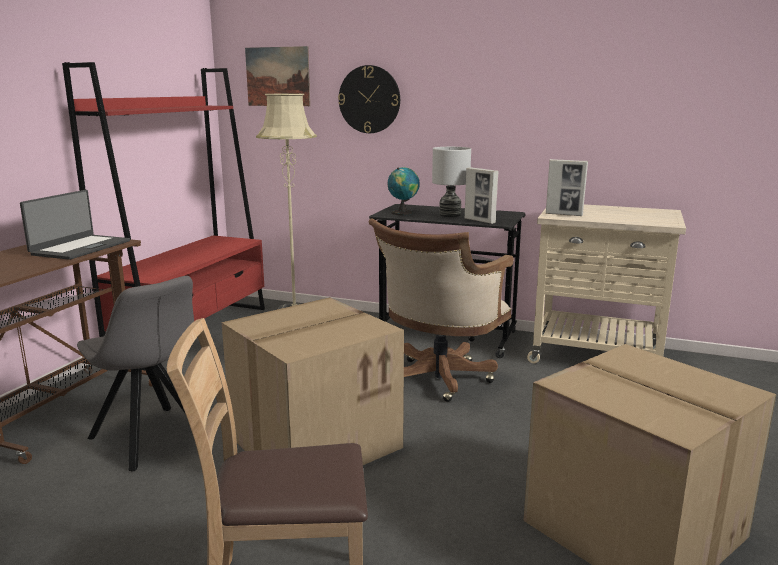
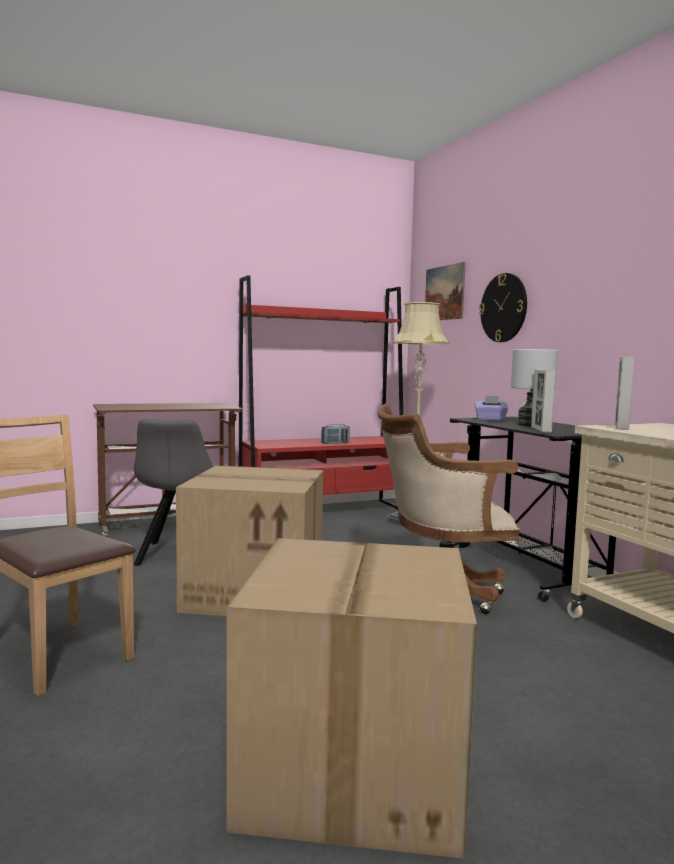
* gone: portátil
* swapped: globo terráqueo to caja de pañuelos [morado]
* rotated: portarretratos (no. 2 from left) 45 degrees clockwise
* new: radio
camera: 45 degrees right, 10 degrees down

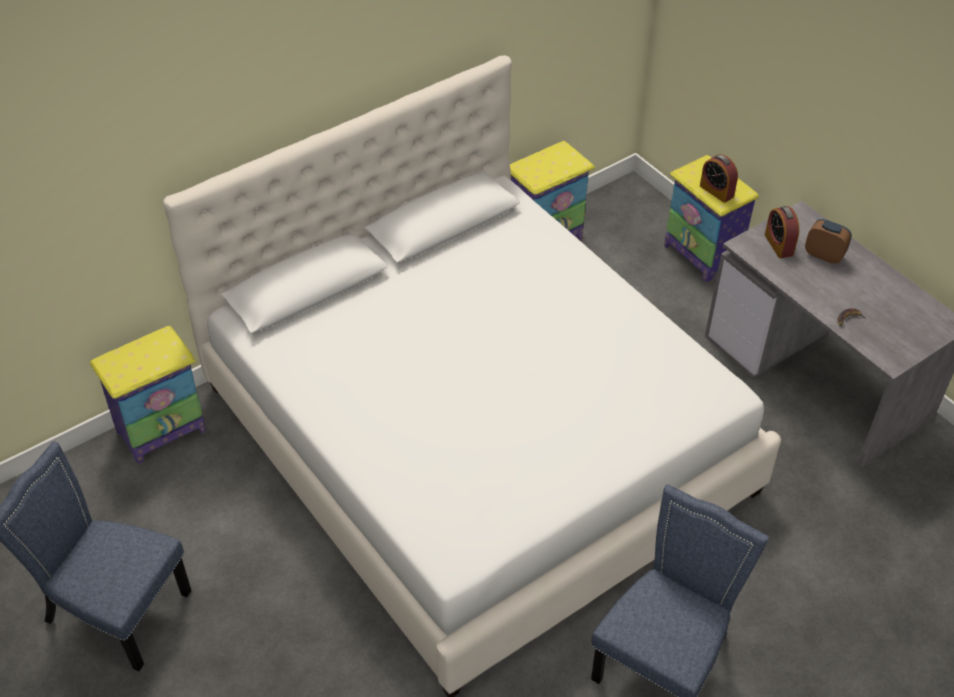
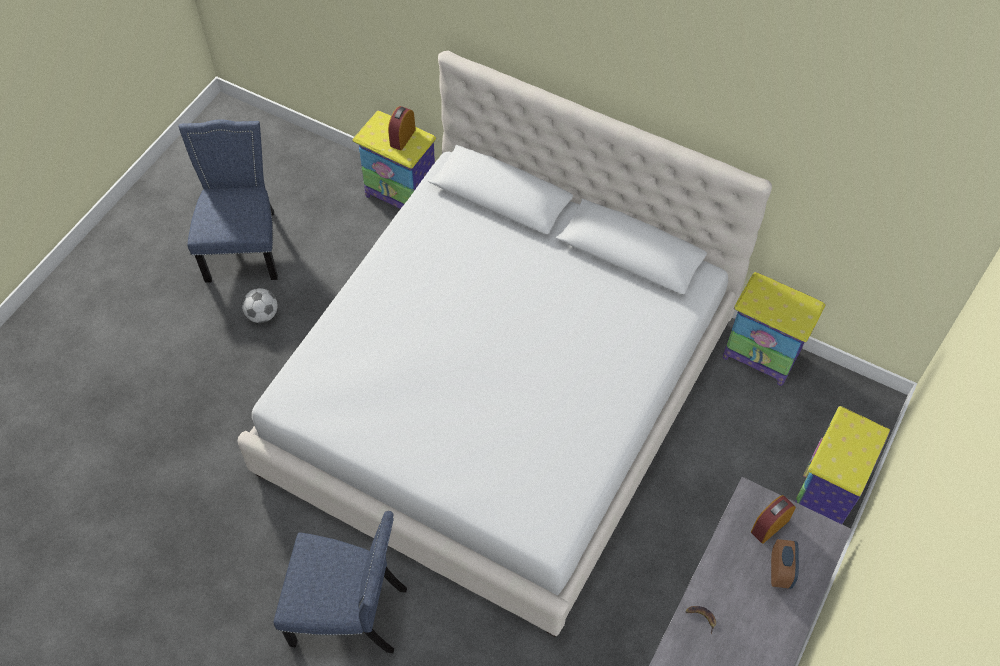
* shifted: despertador (no. 1 from left)
* new: balón de fútbol
camera: 65 degrees right, 10 degrees up

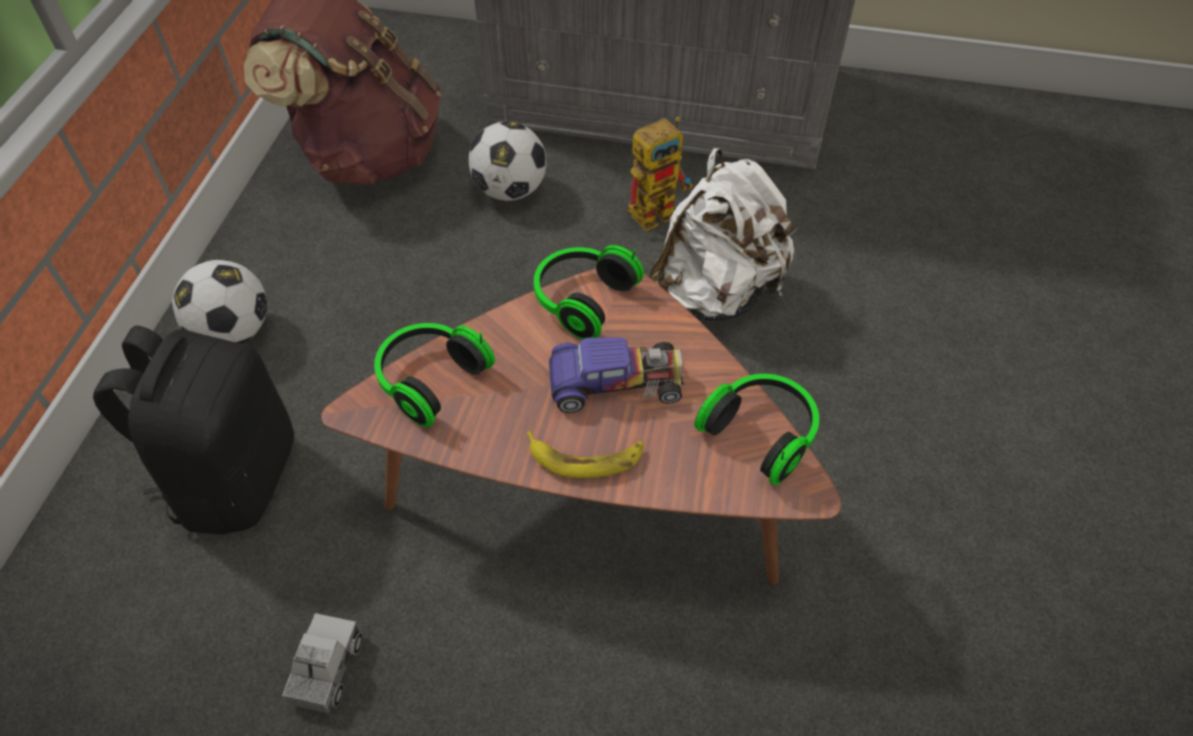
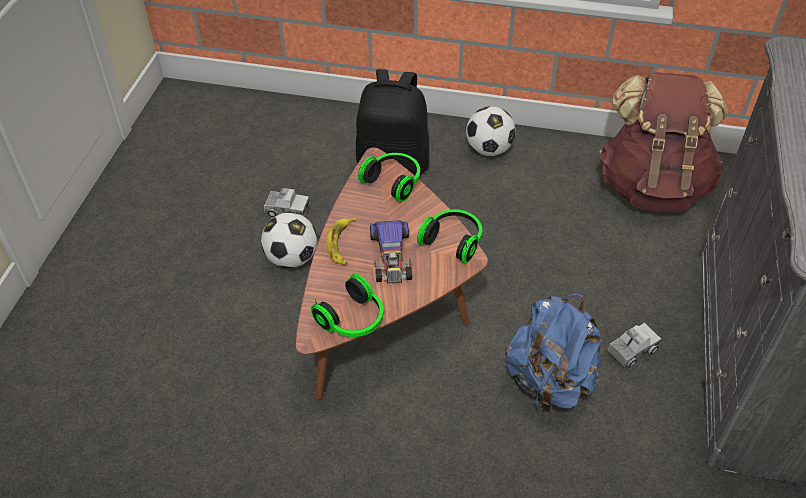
* shifted: balón de fútbol (no. 2 from left in the first image) to balón de fútbol (no. 1 from left)
* swapped: robot de juguete to camión de juguete (no. 2 from left)
* repainted: mochila [blanco] to mochila [azul]
camera: 90 degrees right, 5 degrees down

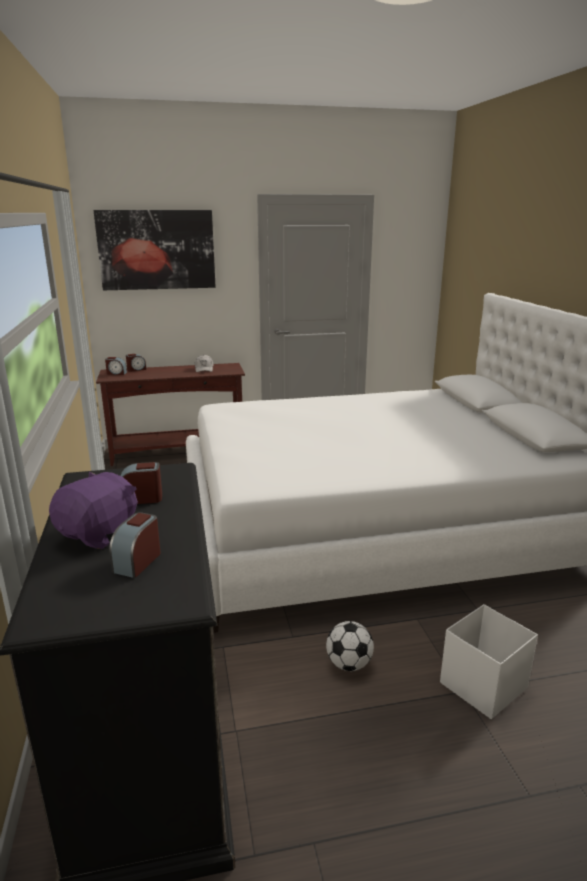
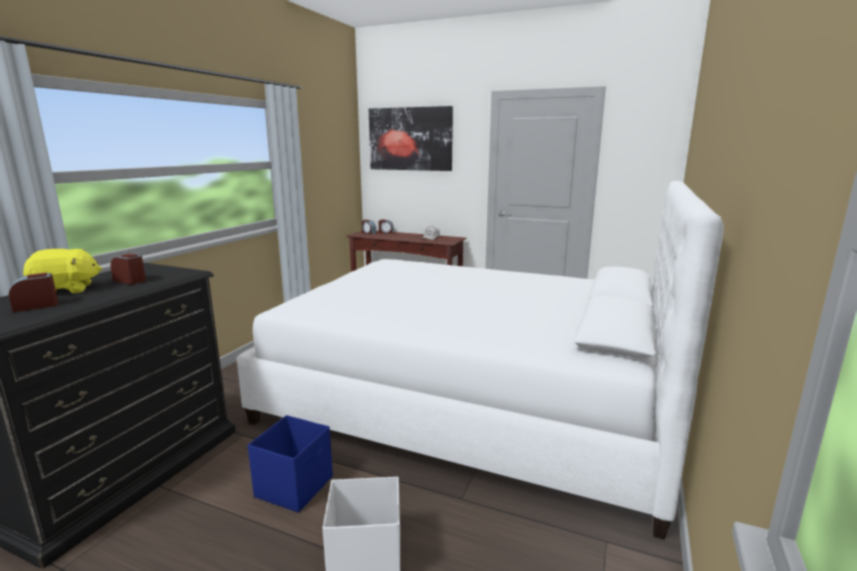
* repainted: peluche [morado] to peluche [amarillo]
* swapped: balón de fútbol to caja de almacenaje [azul]
camera: 35 degrees right, 5 degrees down

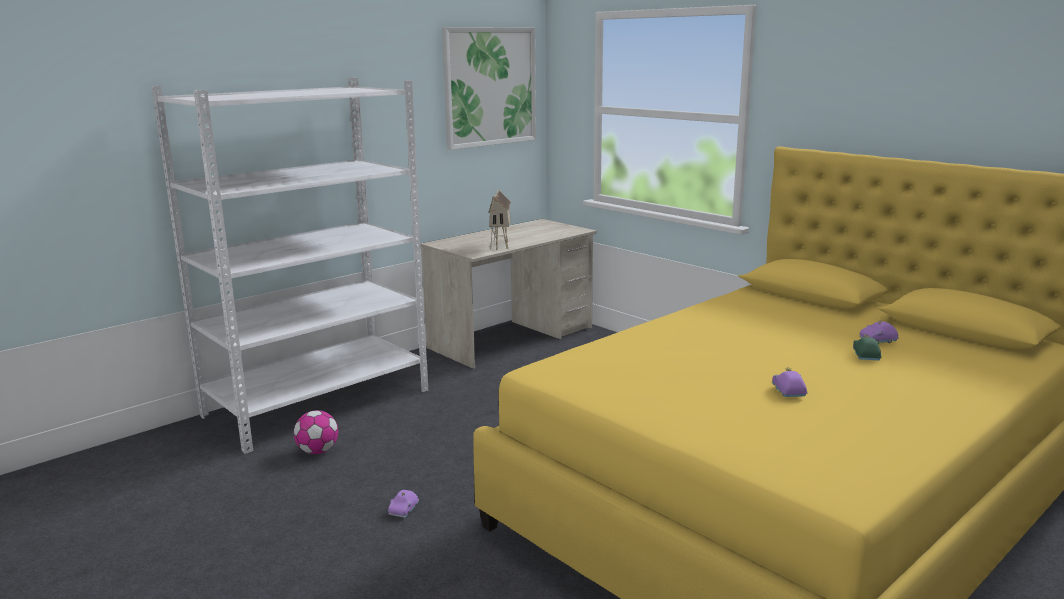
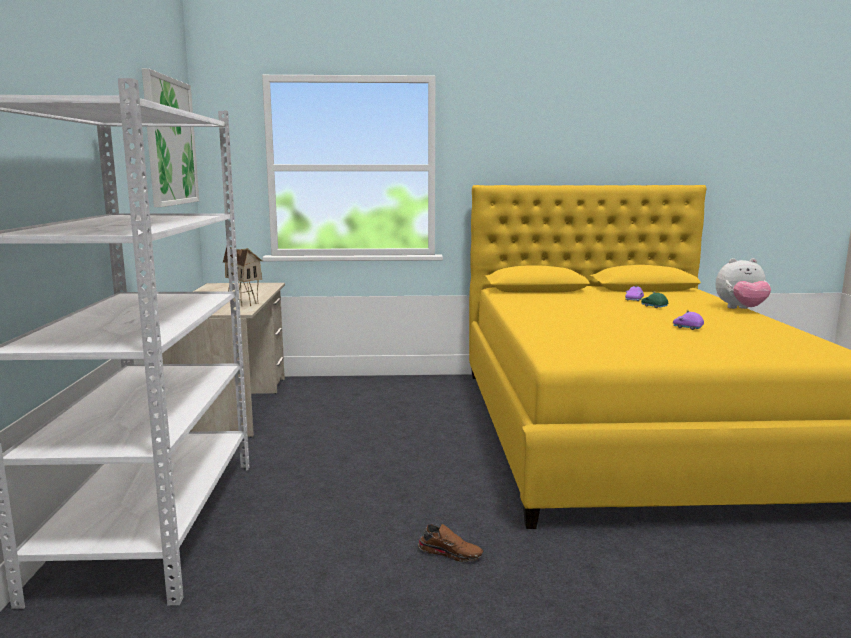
* gone: balón de fútbol
* swapped: coche de juguete [morado] (no. 1 from left) to zapato [marrón]
* new: peluche
camera: 50 degrees left, 5 degrees down

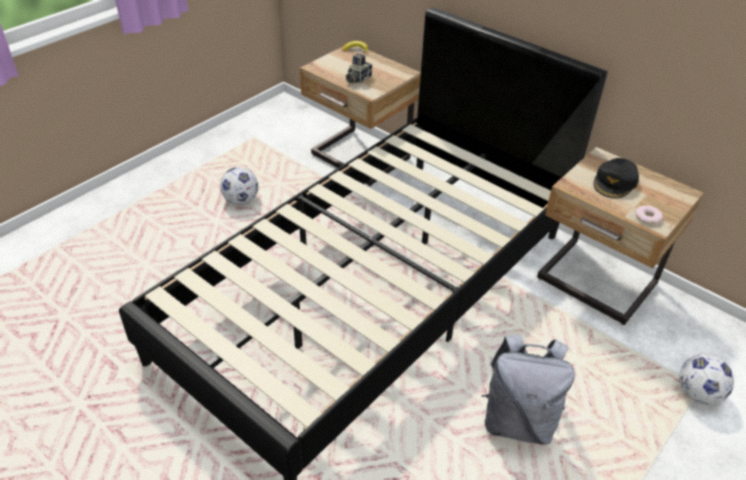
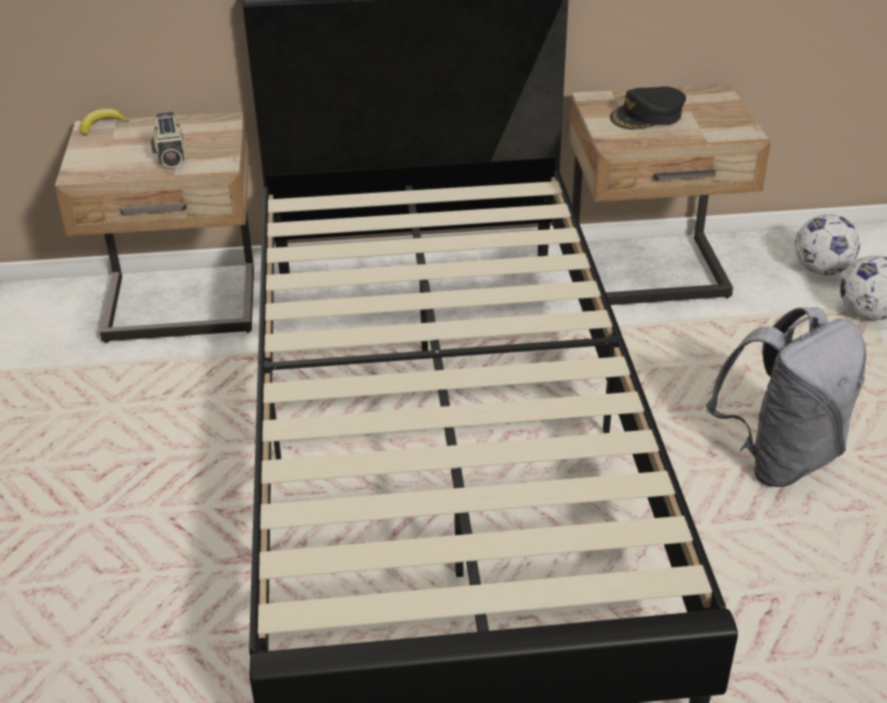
* shifted: balón de fútbol (no. 1 from left)
* rotated: gorra [negro] 75 degrees clockwise
* gone: rosquilla
camera: 45 degrees left, 5 degrees down

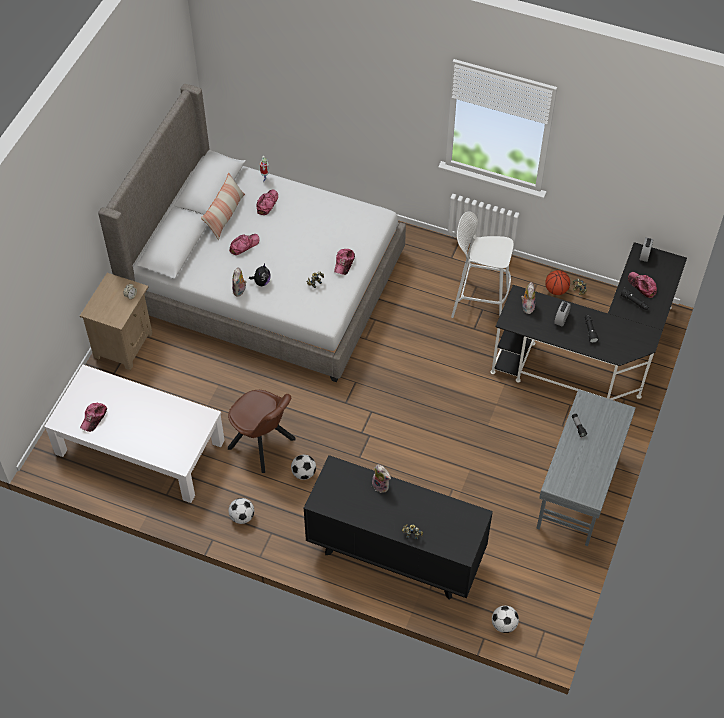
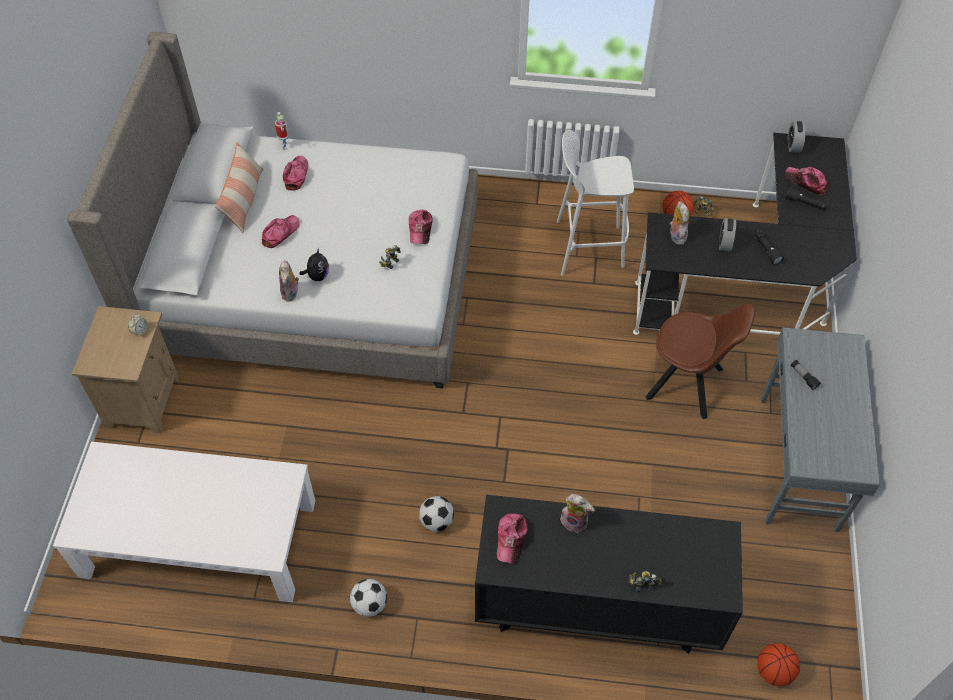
* shifted: gorra (no. 1 from left in the first image) to gorra (no. 4 from left)
* shifted: silla [marrón]
* swapped: balón de fútbol (no. 3 from left) to balón de baloncesto (no. 2 from left)
camera: 15 degrees left, 0 degrees up

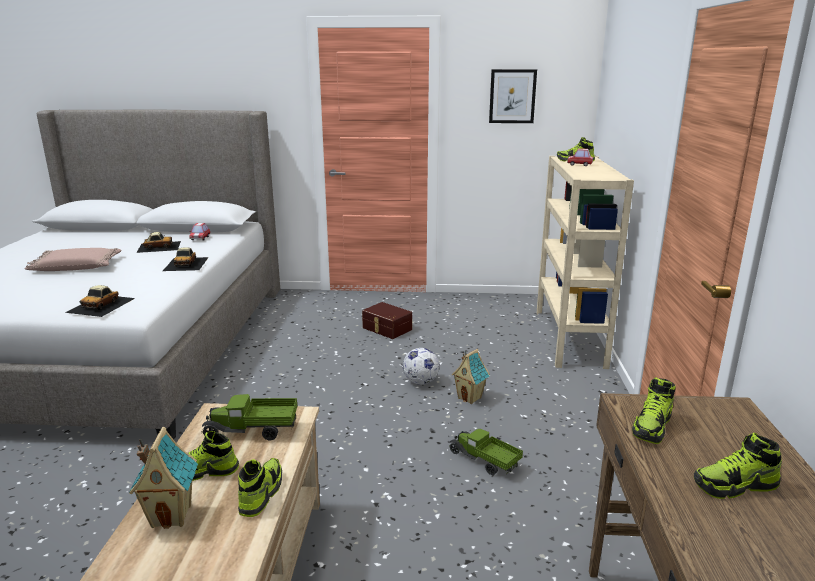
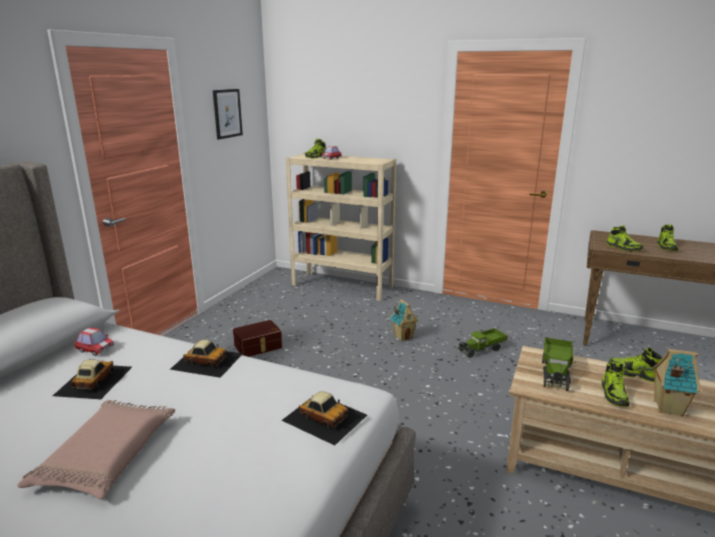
* gone: balón de fútbol
camera: 70 degrees left, 0 degrees up

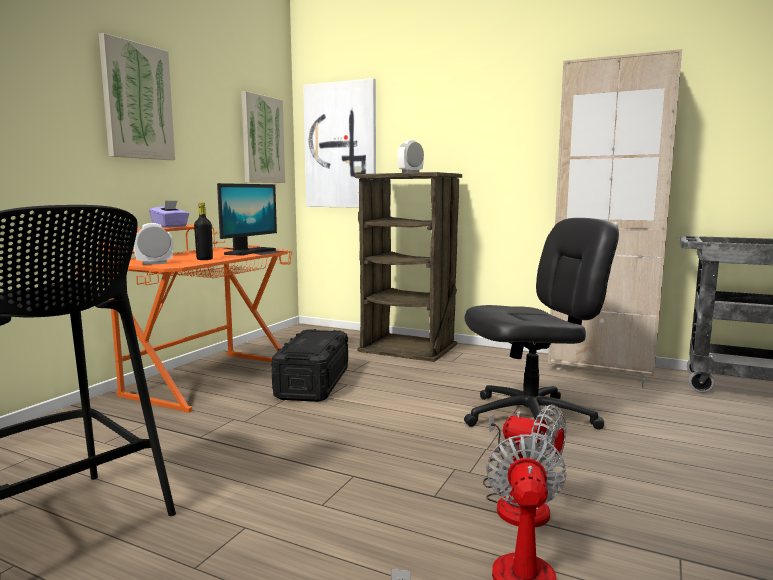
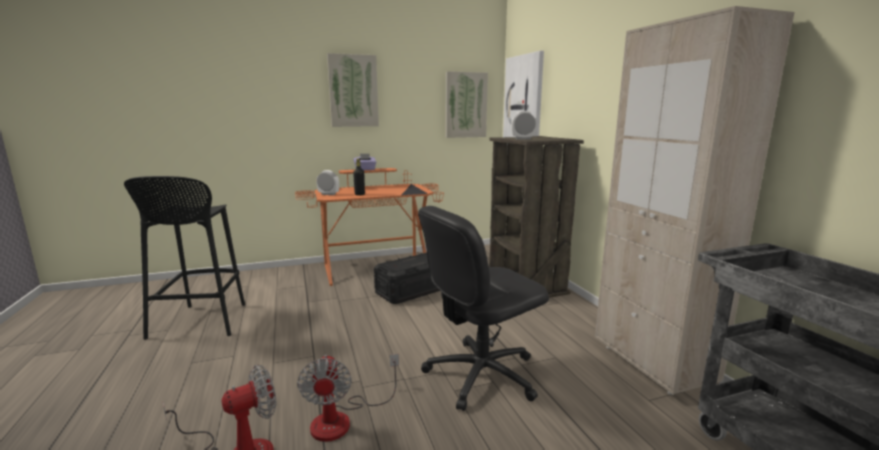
* gone: monitor
* rotated: silla de oficina [negro] 120 degrees clockwise
camera: 45 degrees right, 5 degrees up

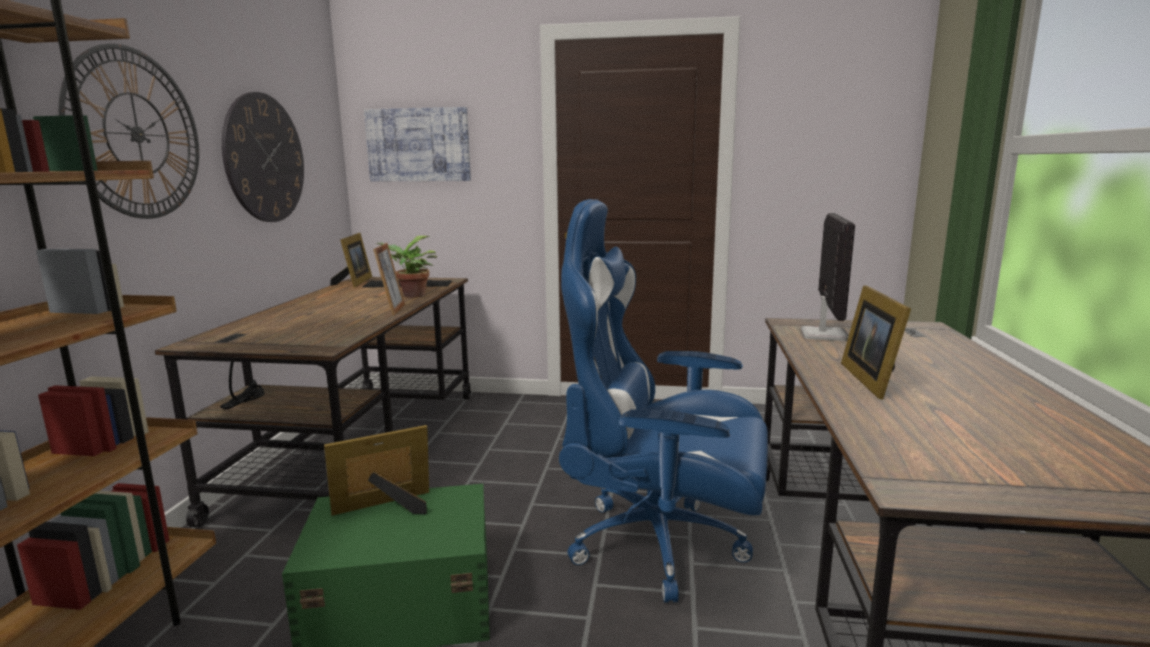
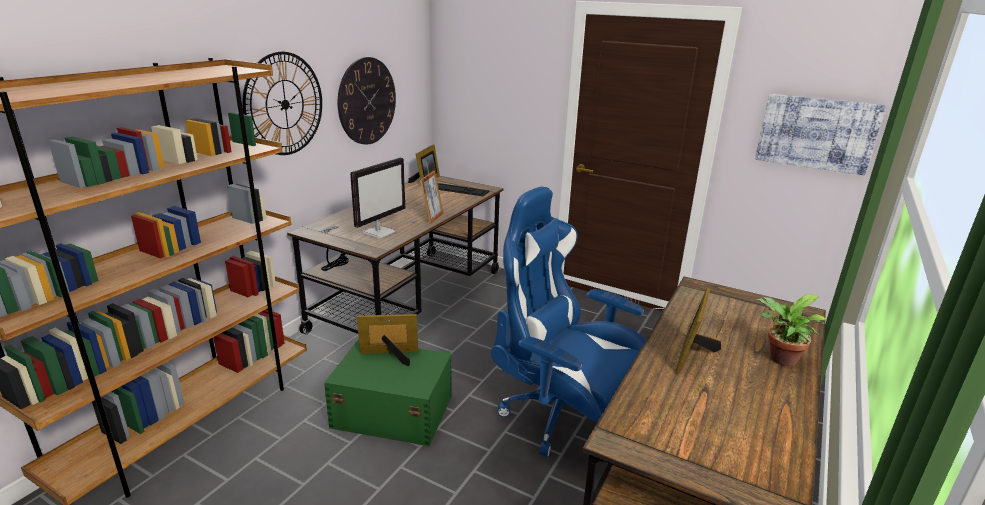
* shifted: cuadro
* shifted: planta en maceta
* shifted: monitor
camera: 20 degrees right, 10 degrees up

